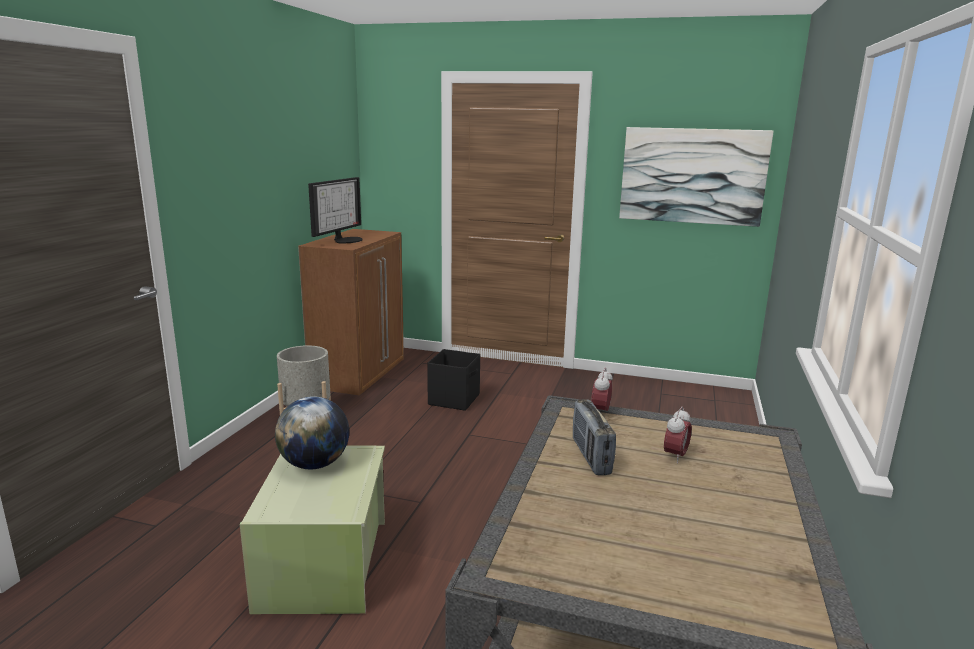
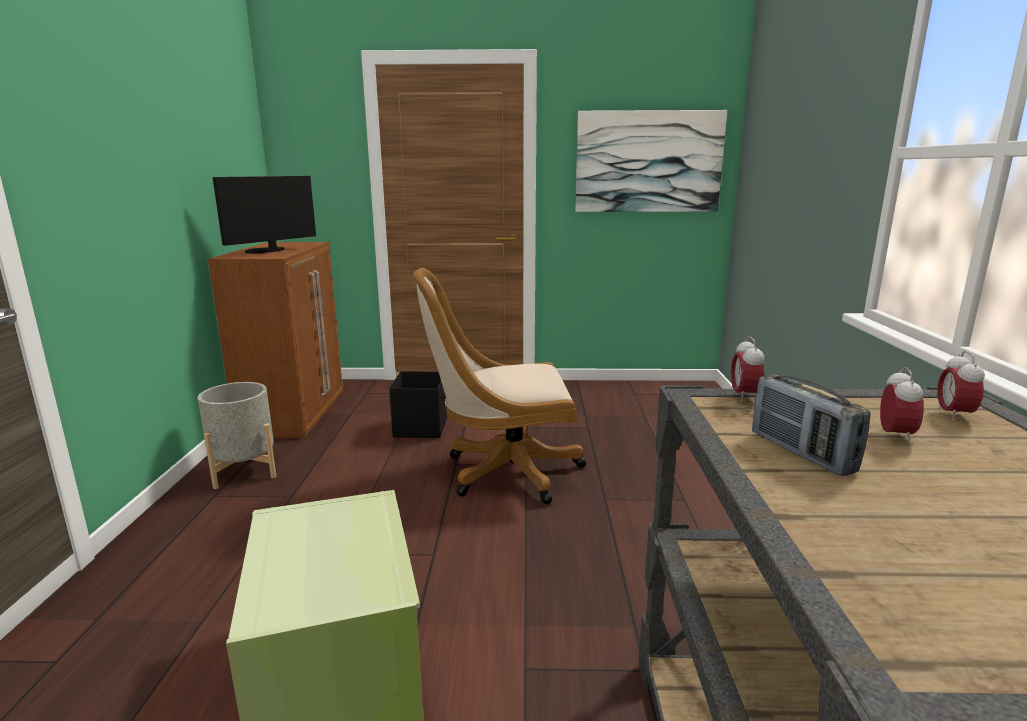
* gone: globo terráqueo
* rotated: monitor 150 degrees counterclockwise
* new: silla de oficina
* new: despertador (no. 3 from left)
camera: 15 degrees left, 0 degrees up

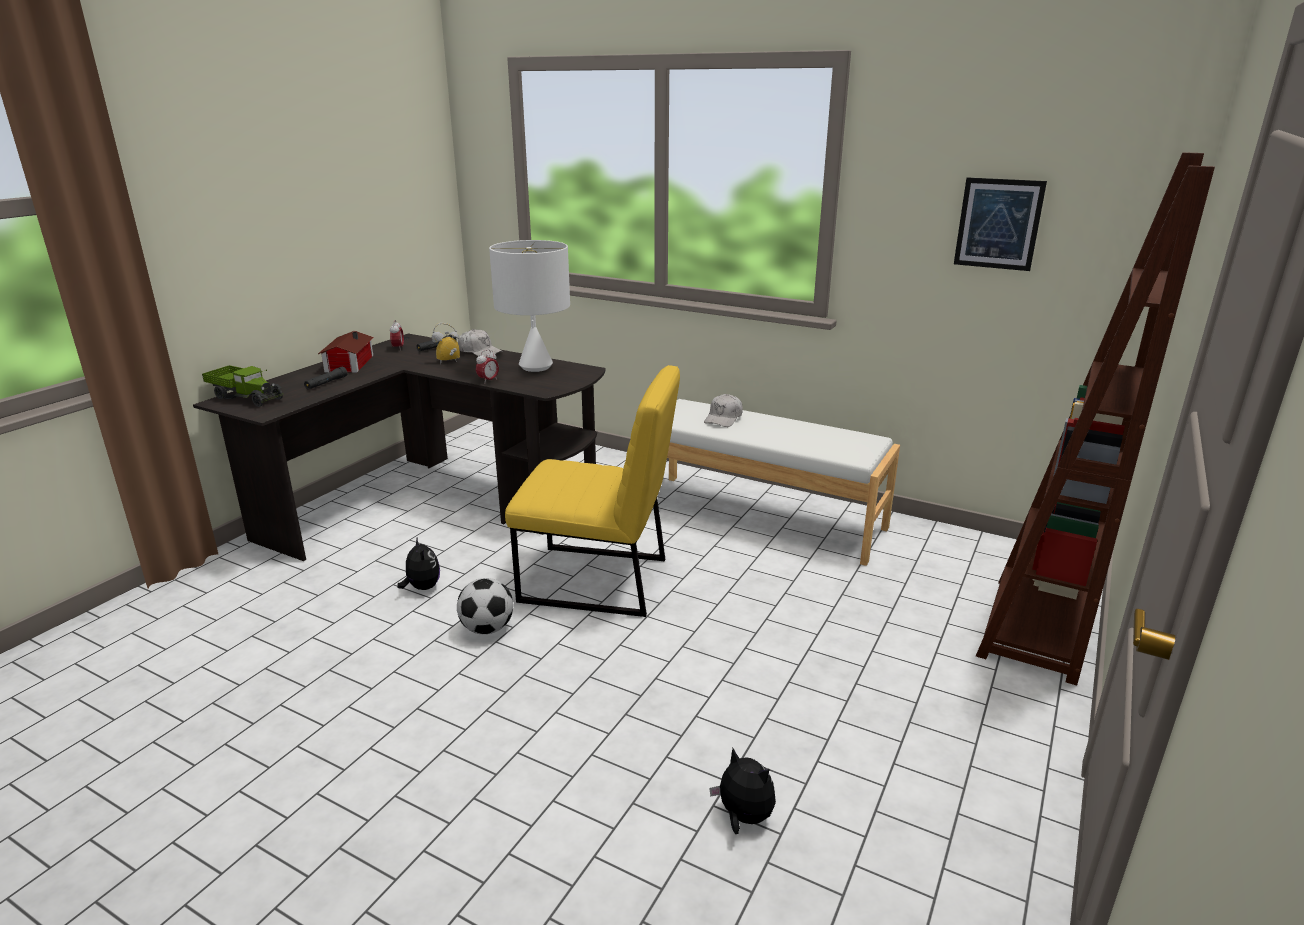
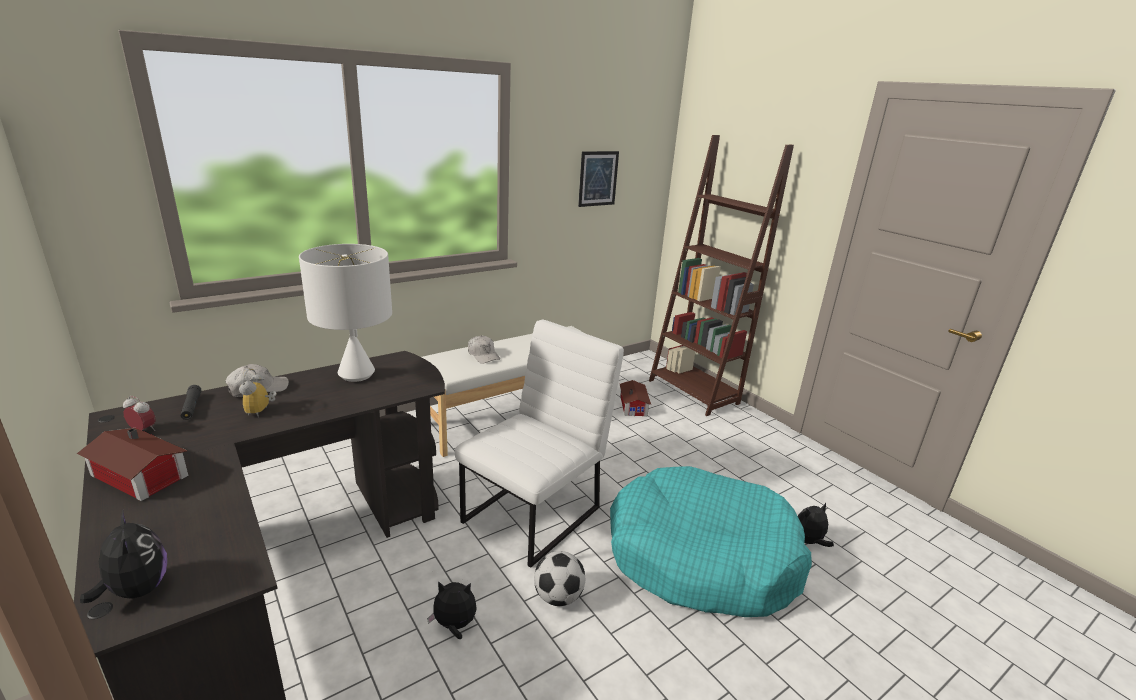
* swapped: camión de juguete to peluche (no. 1 from left)
* gone: linterna [negro] (no. 1 from left)
* gone: despertador (no. 3 from left)
* repainted: silla [amarillo] to silla [blanco]
* new: cama para perro [turquesa]
* new: casita (no. 2 from left)
camera: 65 degrees left, 0 degrees up

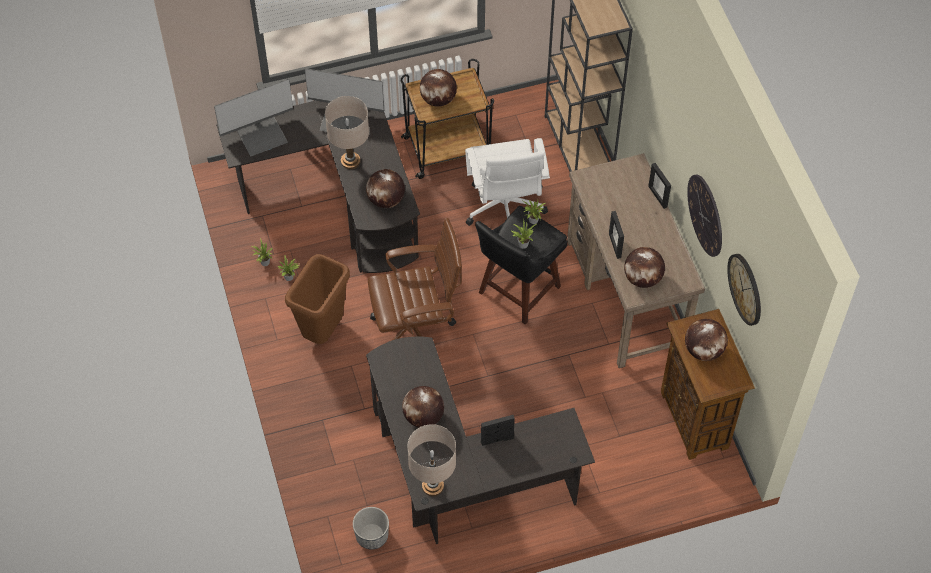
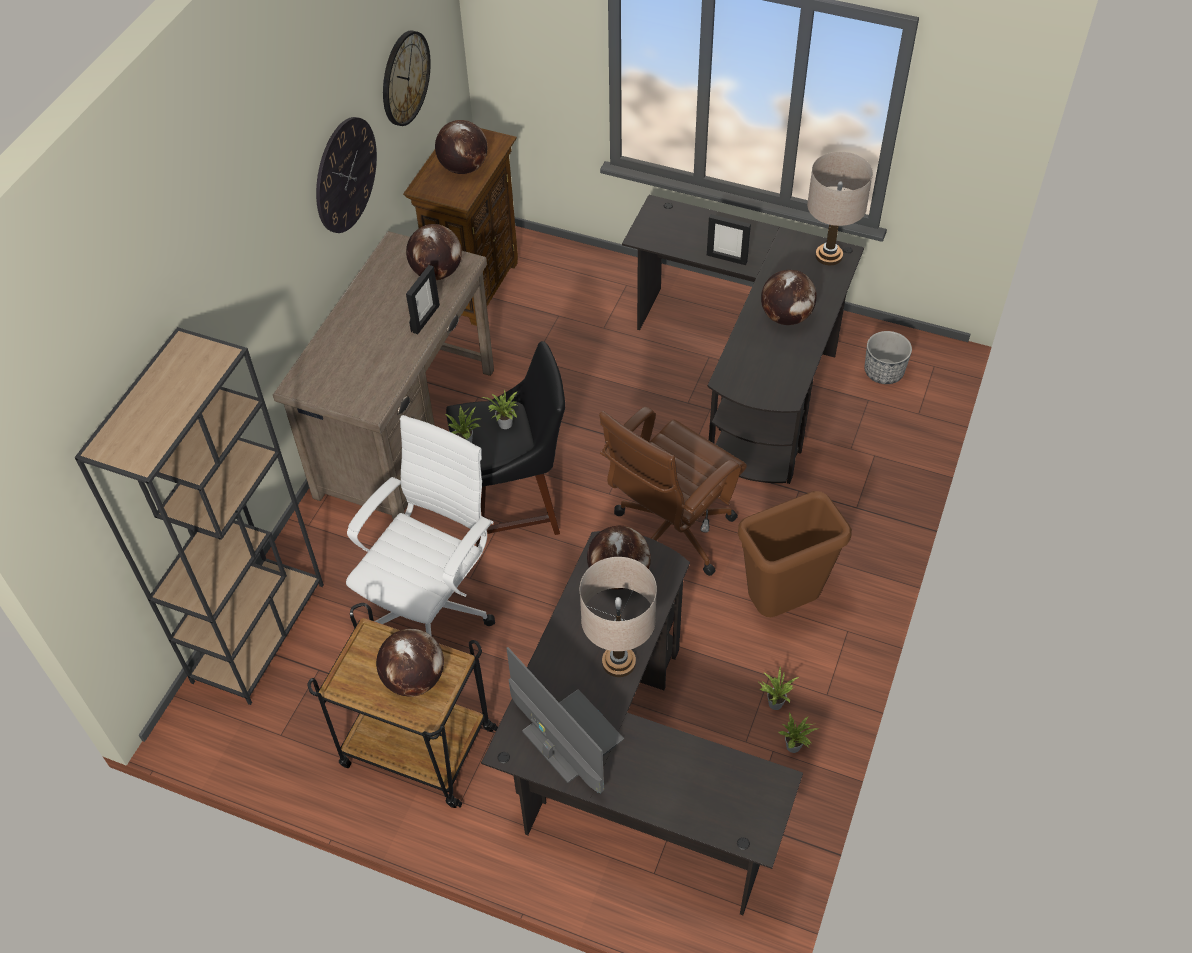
* gone: monitor (no. 1 from left)
* rotated: silla de oficina [marrón] 75 degrees counterclockwise
* gone: portarretratos (no. 3 from left)
camera: 140 degrees left, 5 degrees down

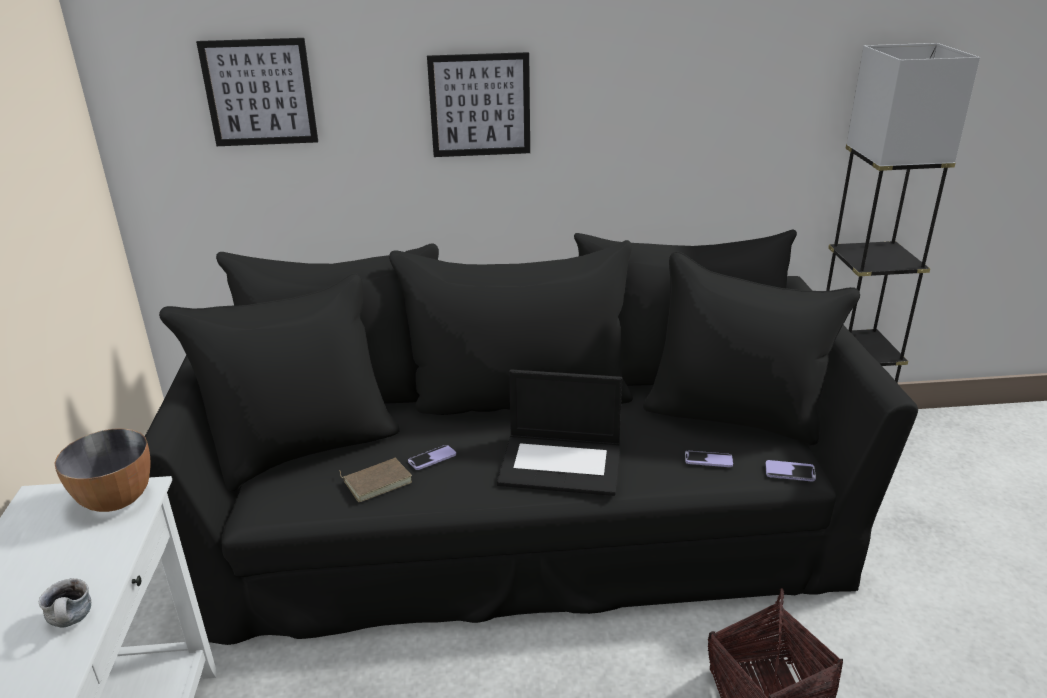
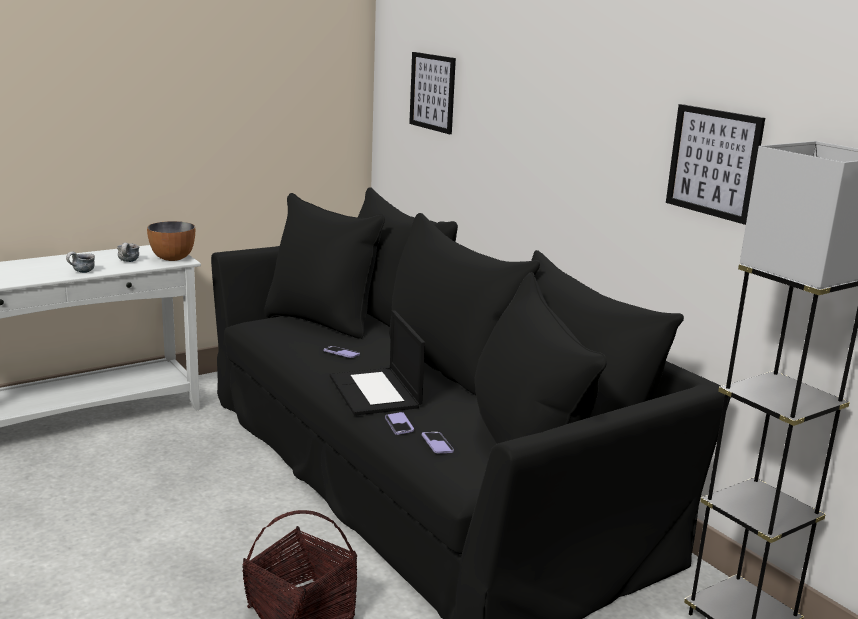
* gone: libro [marrón]
* shifted: cuadro (no. 2 from left)
* shifted: móvil (no. 3 from left in the first image) to móvil (no. 2 from left)
* new: taza grande (no. 2 from left)
camera: 60 degrees right, 10 degrees down

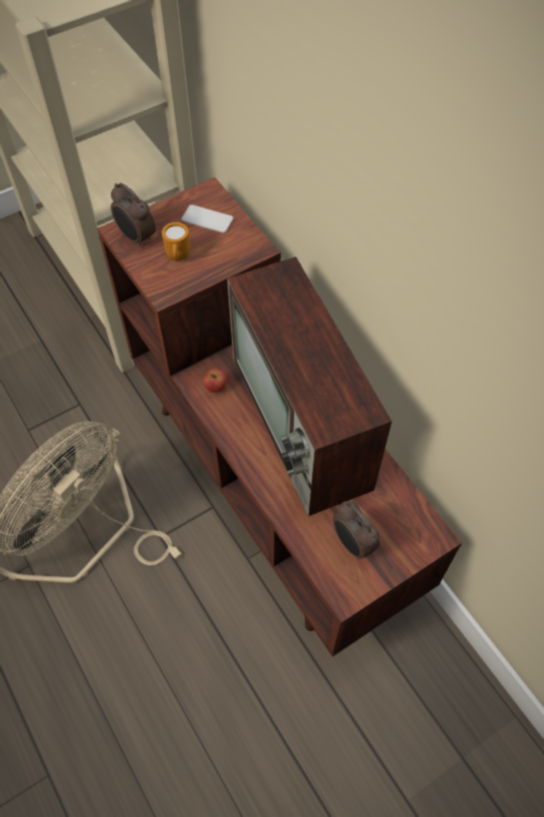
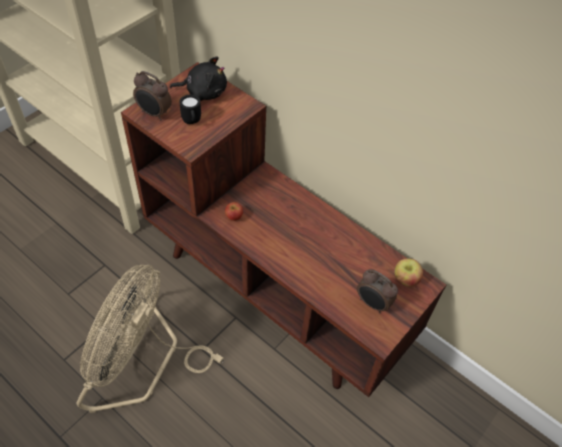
* repainted: taza grande [naranja] to taza grande [negro]
* swapped: móvil to peluche [negro]
* gone: televisor
* new: manzana (no. 2 from left)
camera: 20 degrees left, 5 degrees down

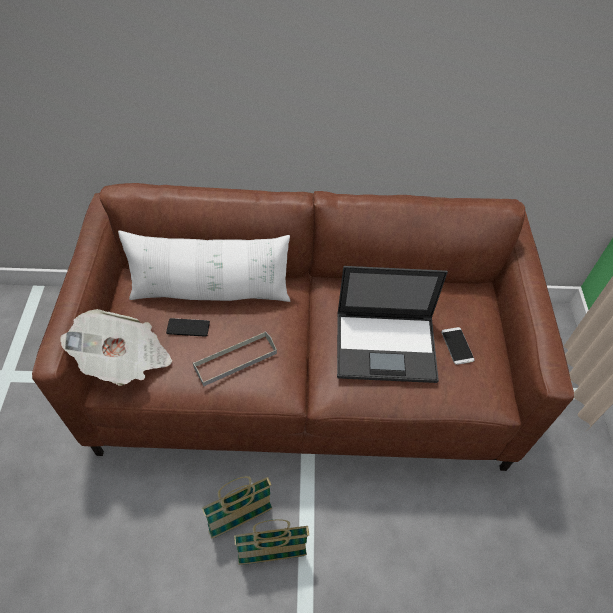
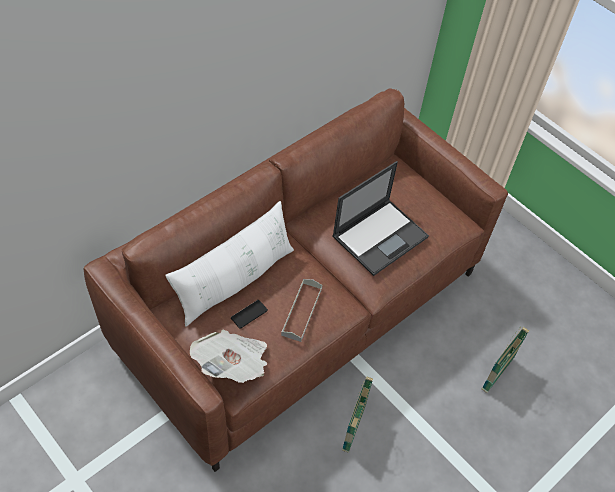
* shifted: cesta (no. 2 from left)
* gone: móvil (no. 2 from left)
camera: 45 degrees left, 0 degrees up

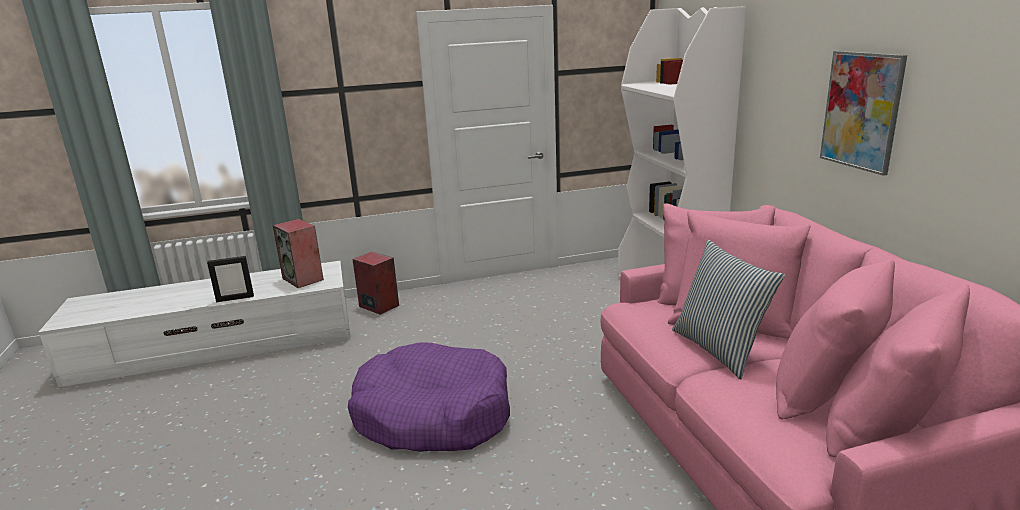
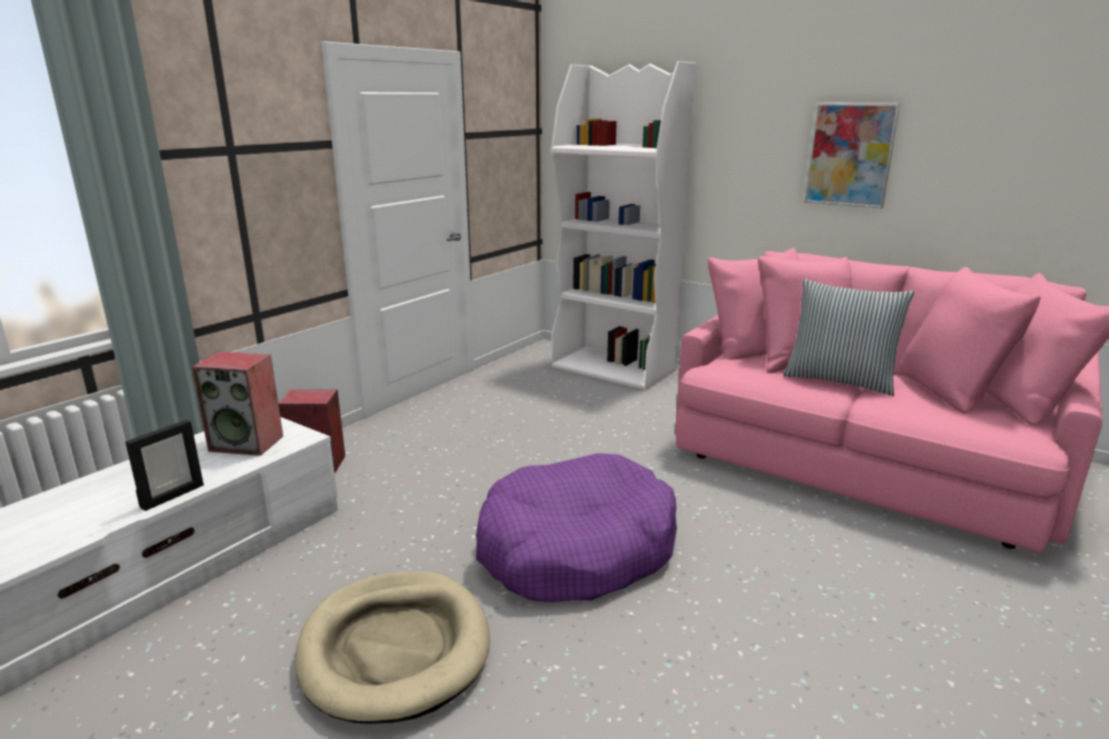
* new: cama para perro [beis]
camera: 40 degrees left, 0 degrees up

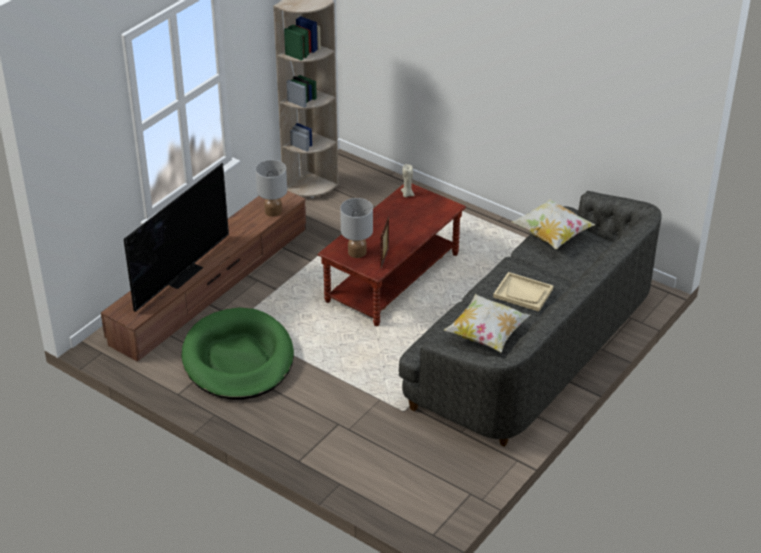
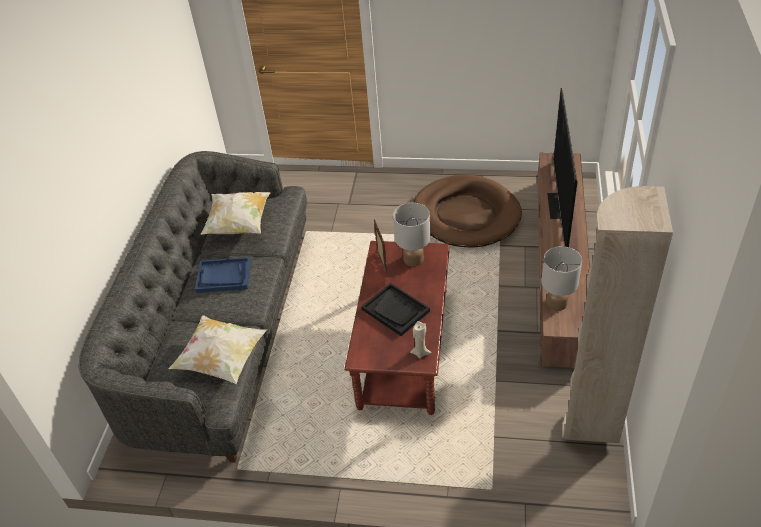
* repainted: cama para perro [verde] to cama para perro [marrón]
* repainted: bandeja [beis] to bandeja [azul]
* new: bandeja [negro]
camera: 155 degrees right, 5 degrees up

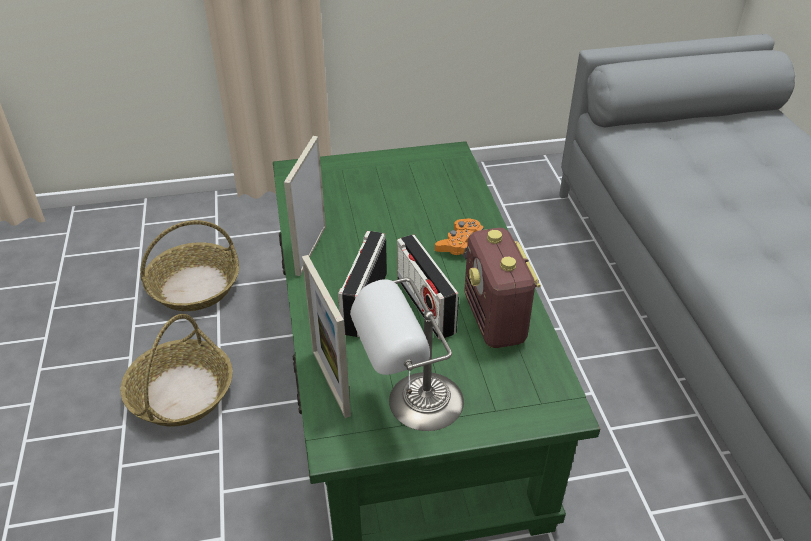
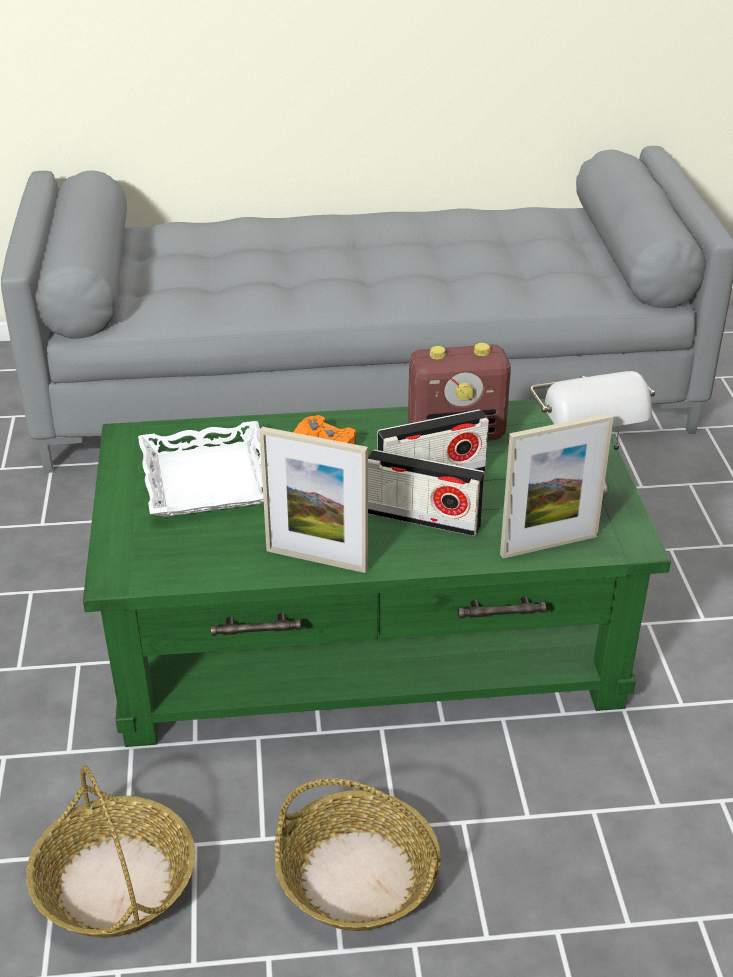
* new: bandeja [blanco]
camera: 85 degrees left, 5 degrees down

